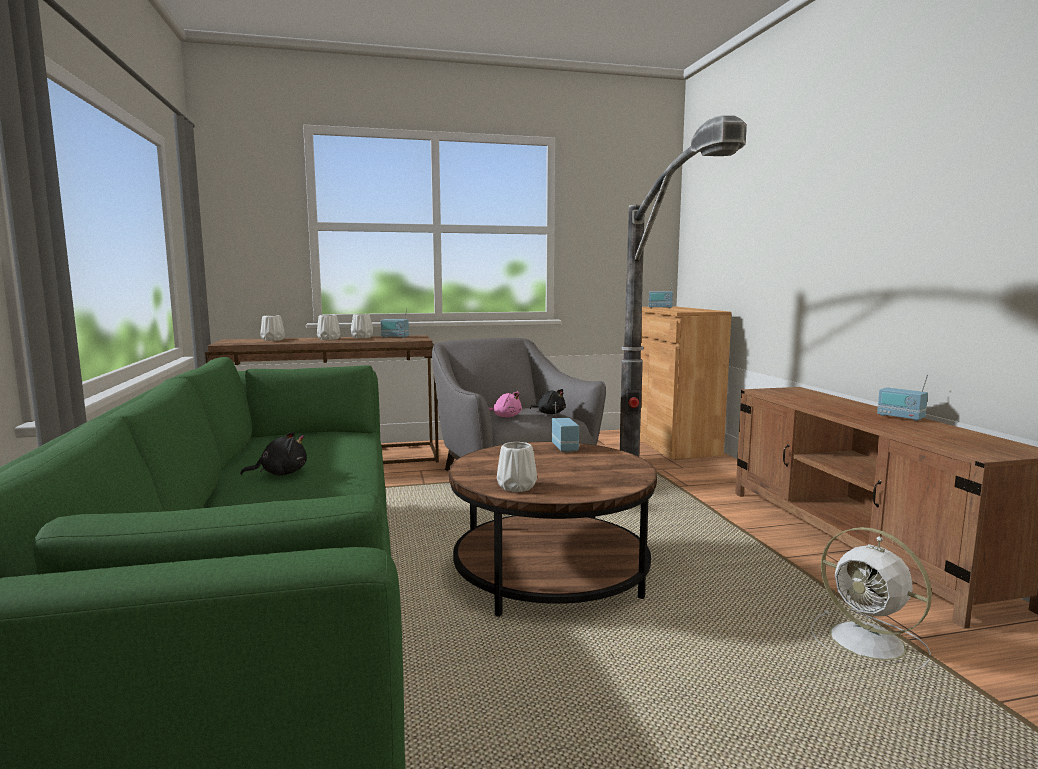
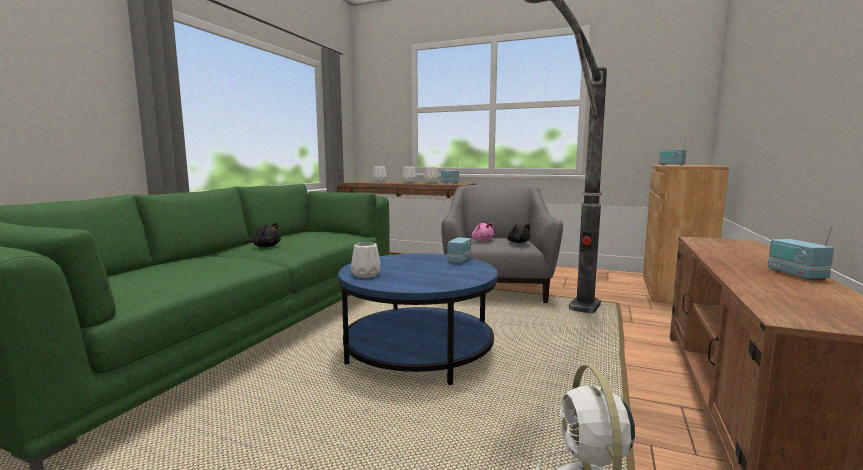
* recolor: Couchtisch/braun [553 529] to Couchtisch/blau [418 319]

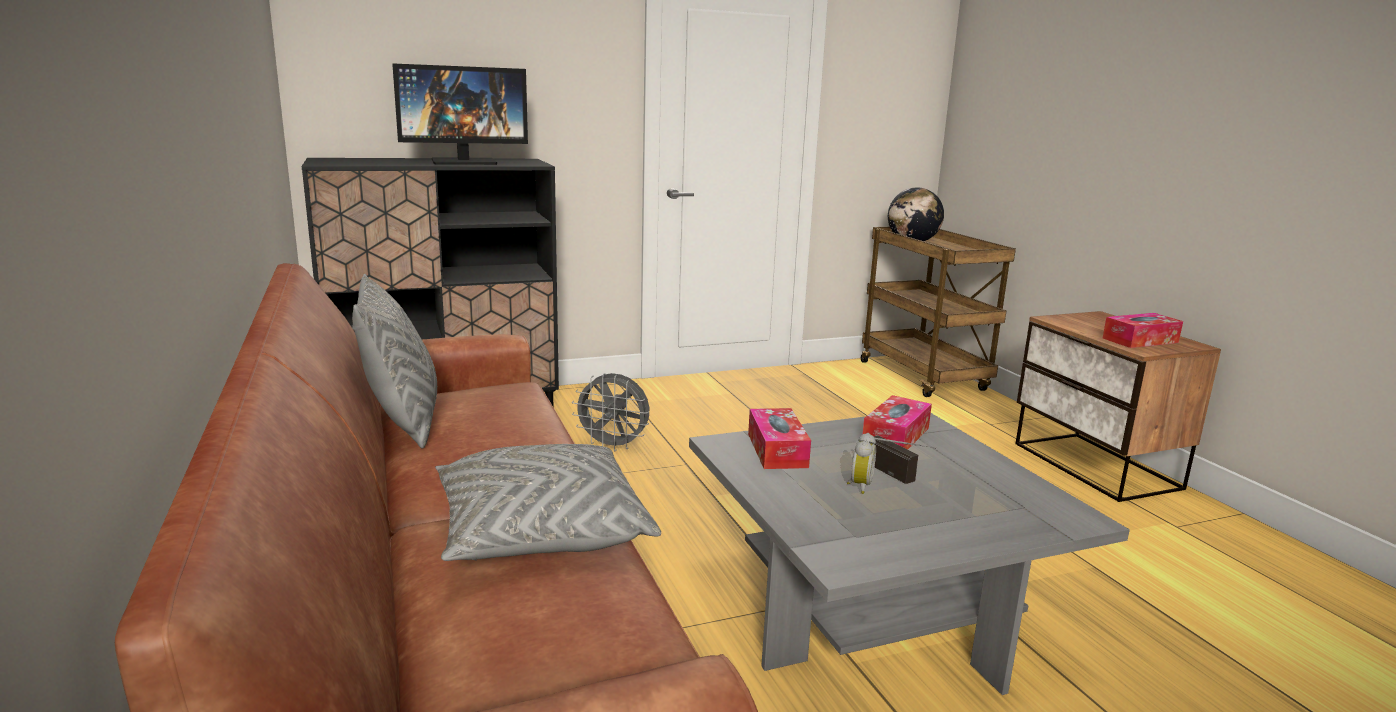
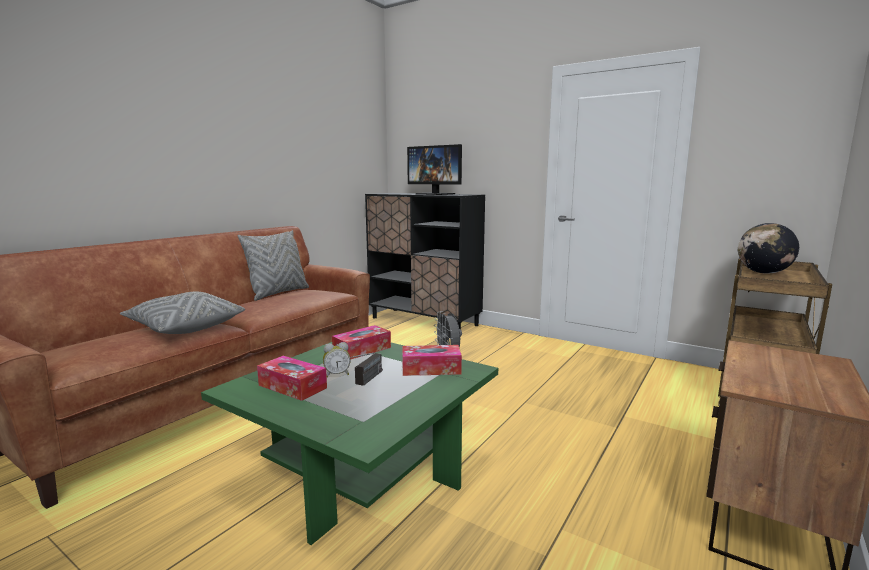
* move: Taschentuchbox [1143 330] to [292 378]
* recolor: Couchtisch/grau [909 554] to Couchtisch/grün [349 443]

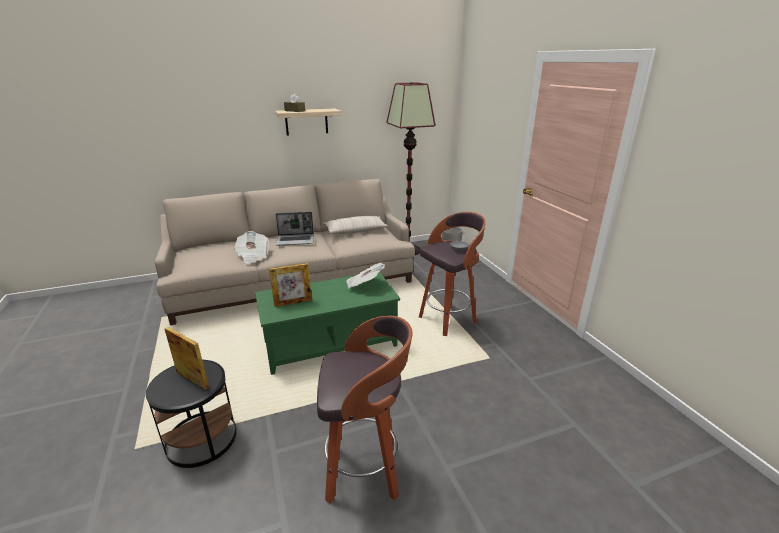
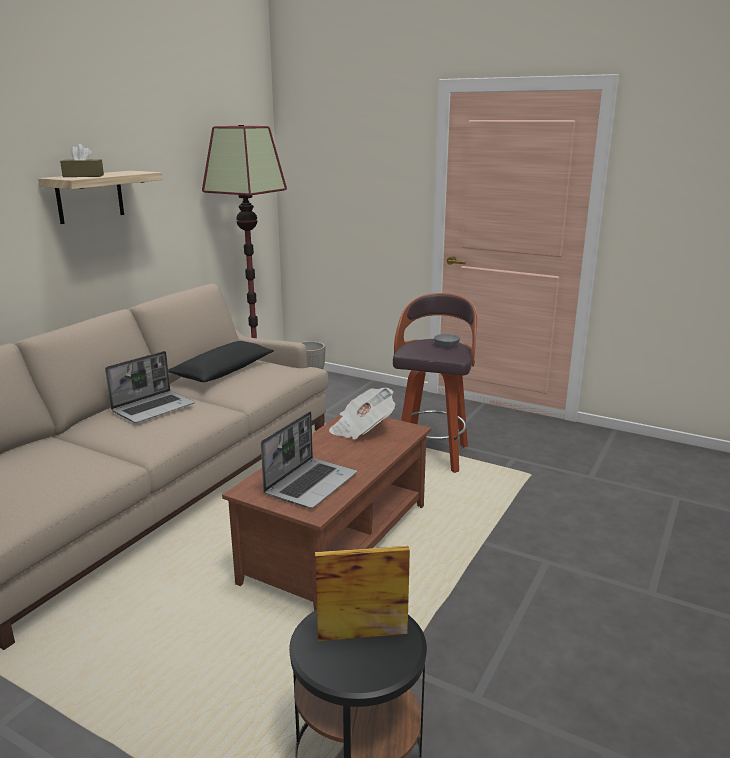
* recolor: Kissen/beige [355 225] to Kissen/schwarz [221 361]
* delete: Zeitung [251 247]
* replace: Bilderrahmen [290 285] to Laptop [309 459]
* recolor: Couchtisch/grün [327 323] to Couchtisch/braun [326 513]
* delete: Hocker [364 410]

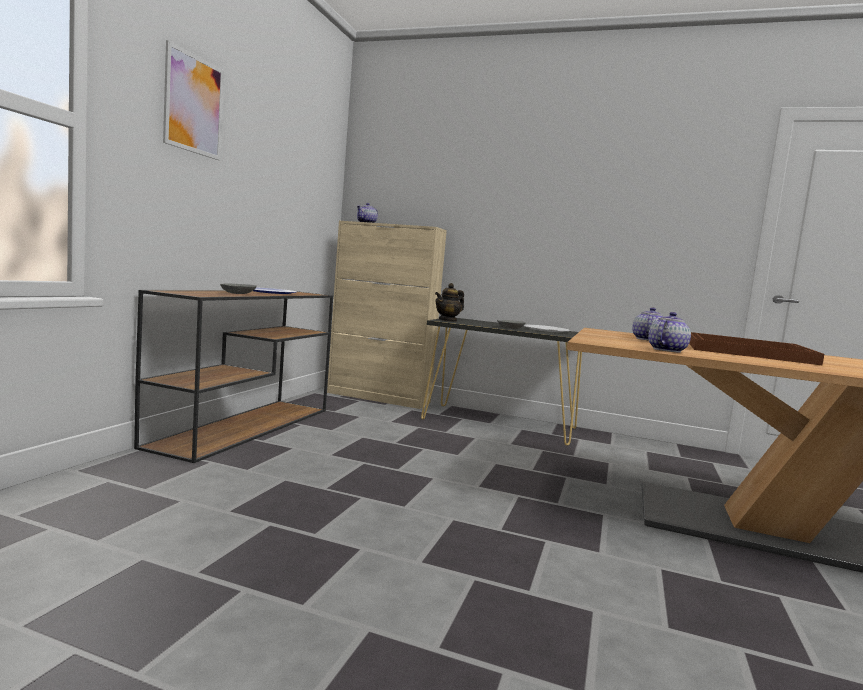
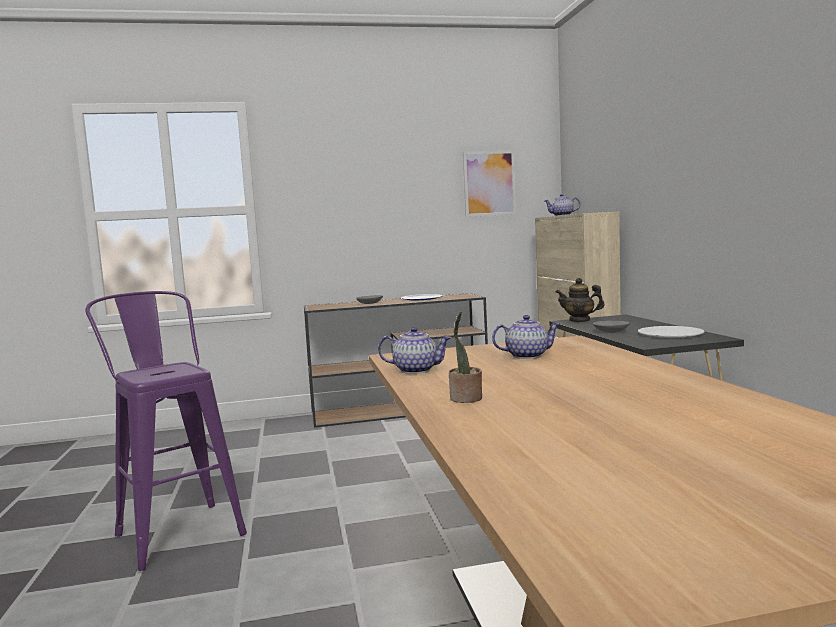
* move: Bild [193 100] to [489 183]
* delete: Tablett/braun [756 348]
* insert: Hocker/lila [166 431]
* insert: Topfpflanze [465 357]

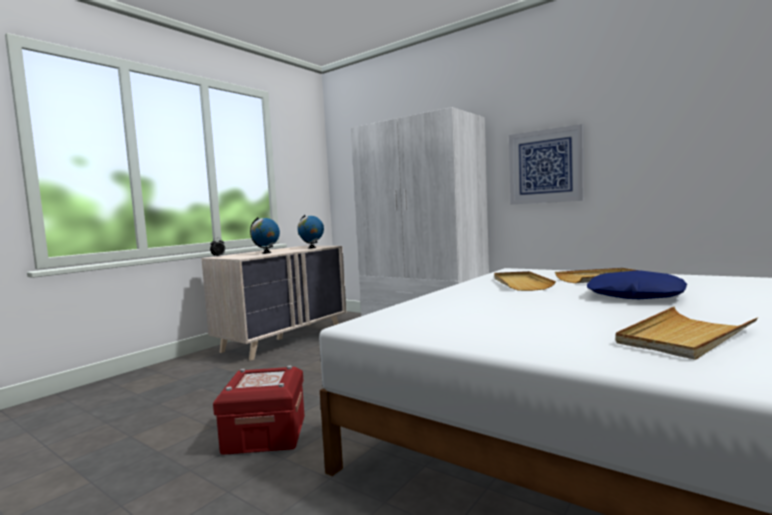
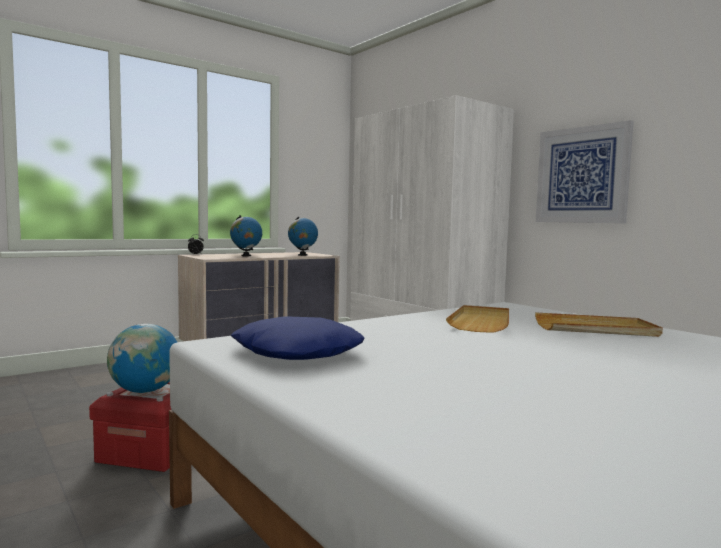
* move: Kissen/blau [637 284] to [297 338]
* delete: Tablett/beige [687 333]
* insert: Globus [142 358]

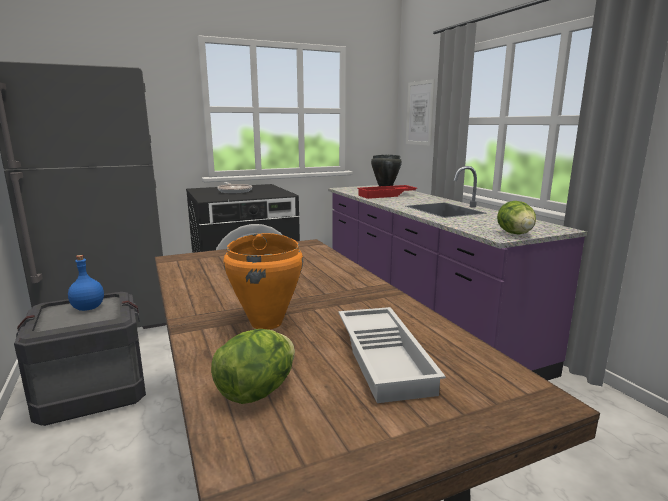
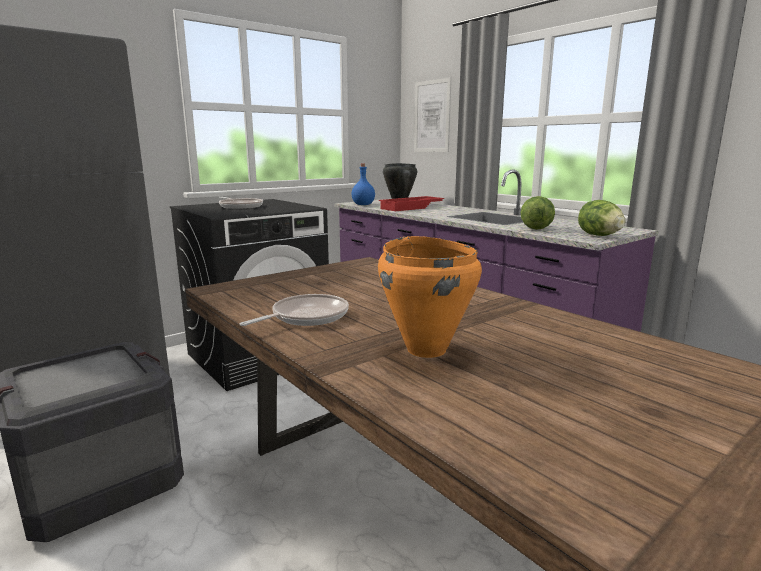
* move: Flasche/blau [86 283] to [363 184]
* delete: Tablett/weiß [392 355]
* move: Salatkopf [253 366] to [538 213]
* insert: Pfanne [294 310]

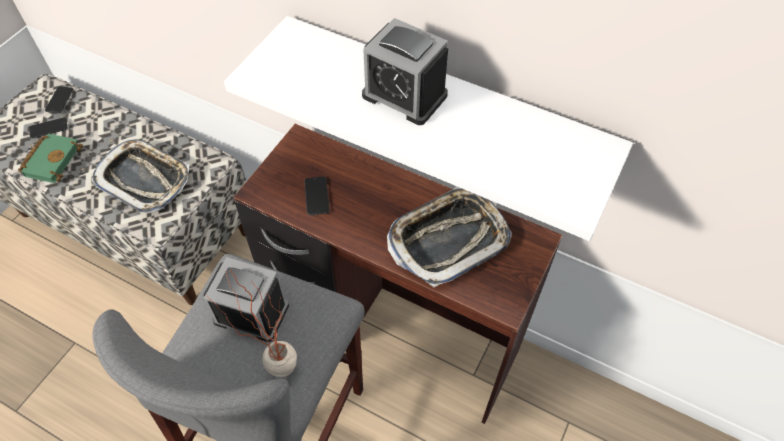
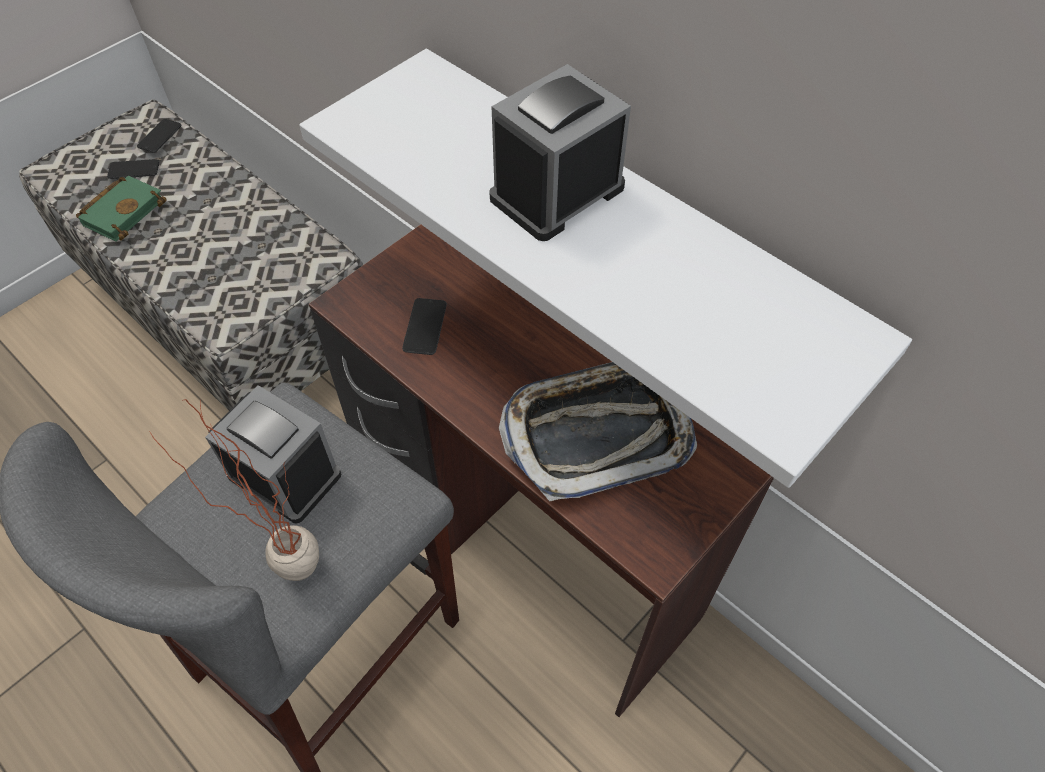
* rotate: Wecker [405 71] = [560 152] 90 degrees clockwise
* delete: Tablett [140 176]

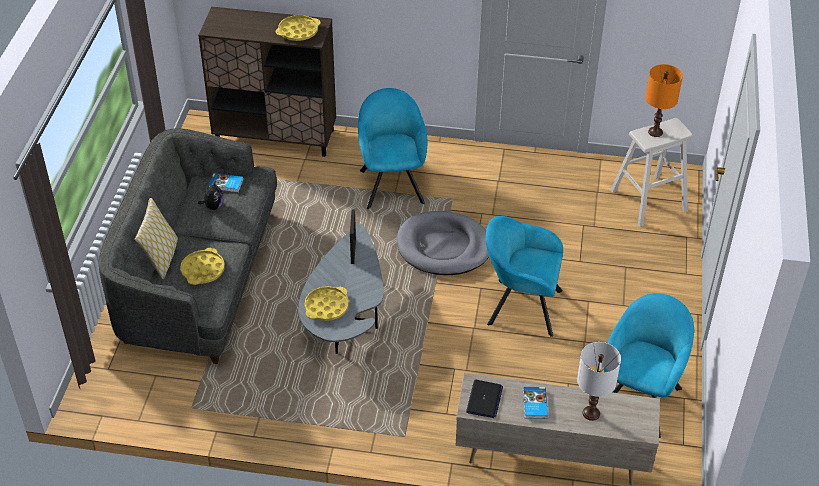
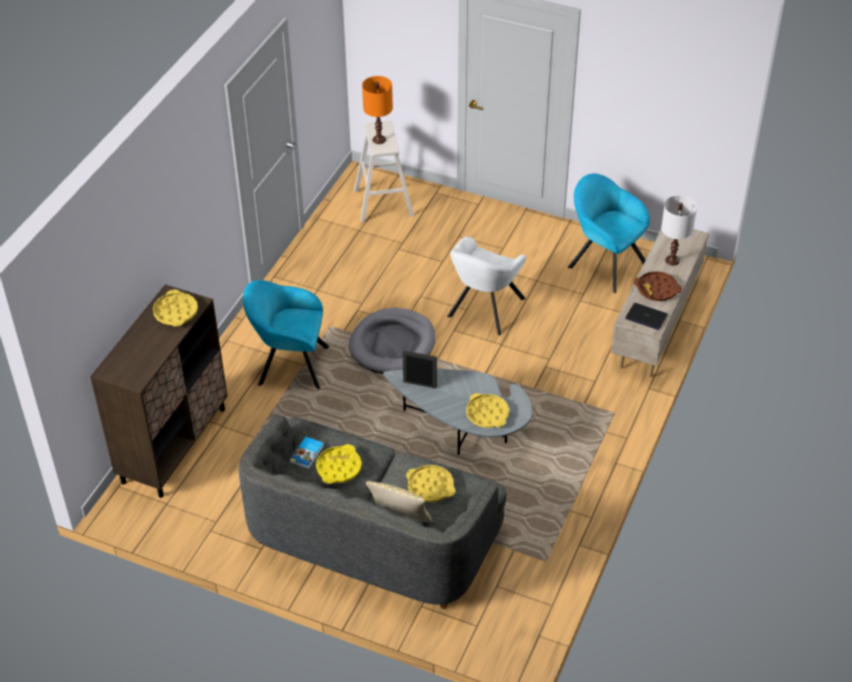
* replace: Plüschtier [211 196] to Tablett/gelb [339 464]
* recolor: Sessel/türkis [524 276] to Sessel/weiß [486 285]
* replace: Buch [535 403] to Tablett/braun [658 286]

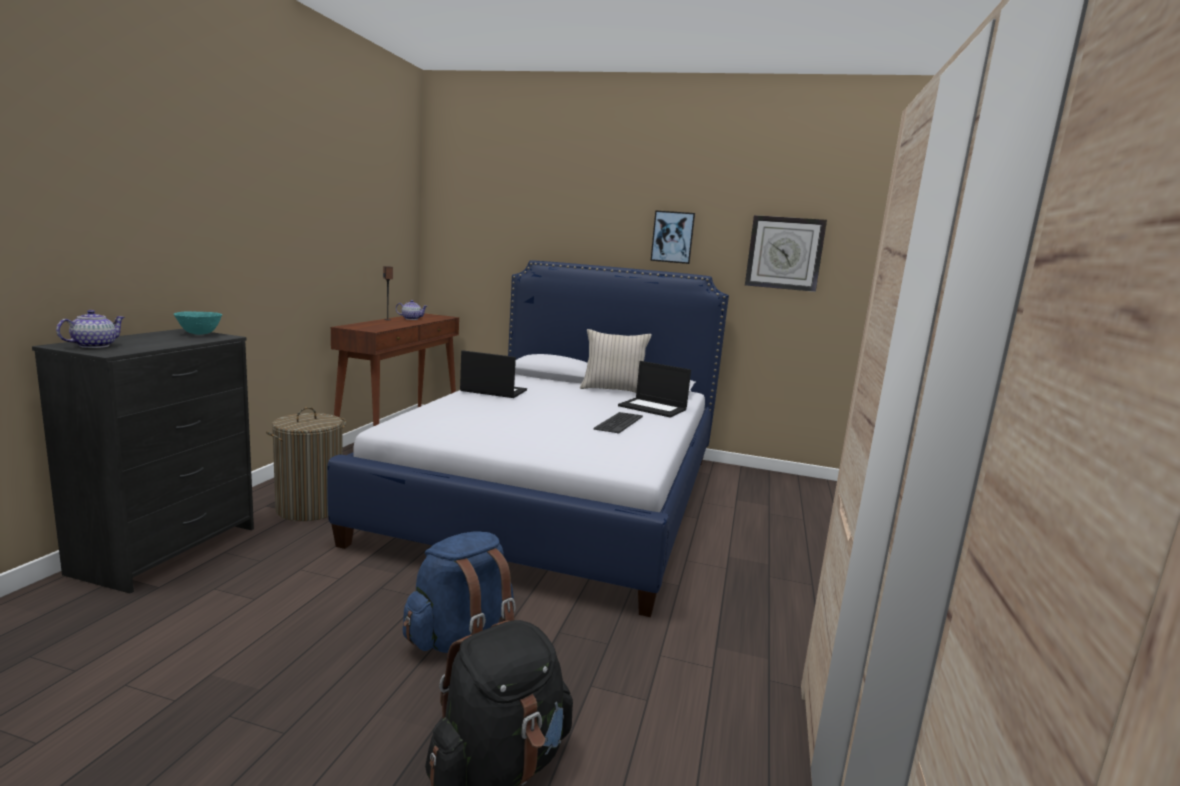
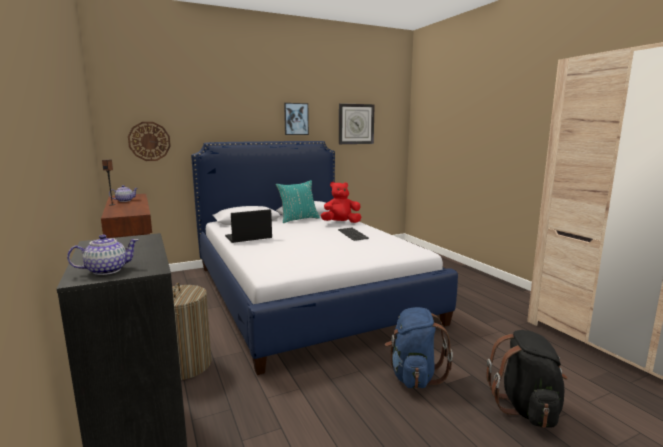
* rotate: Teekanne [90 329] = [103 254] 75 degrees clockwise
* delete: Schüssel/türkis [198 323]
* recolor: Kissen/beige [616 361] to Kissen/türkis [298 201]
* replace: Laptop [654 389] to Plüschtier/rot [341 202]
* insert: Wanduhr [149 141]

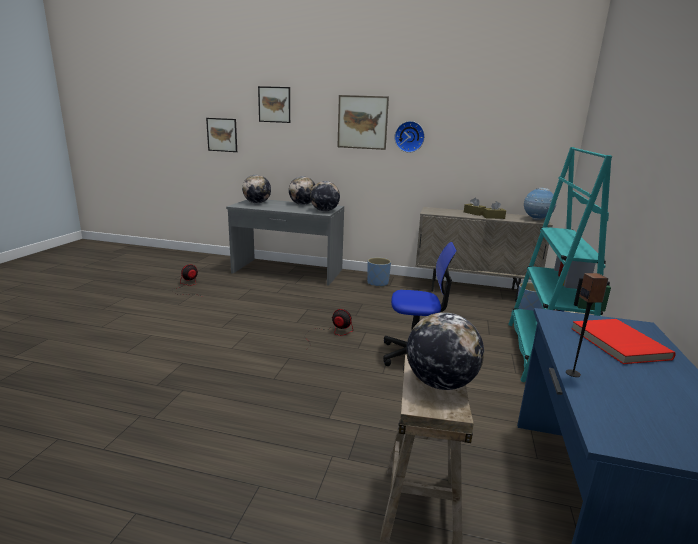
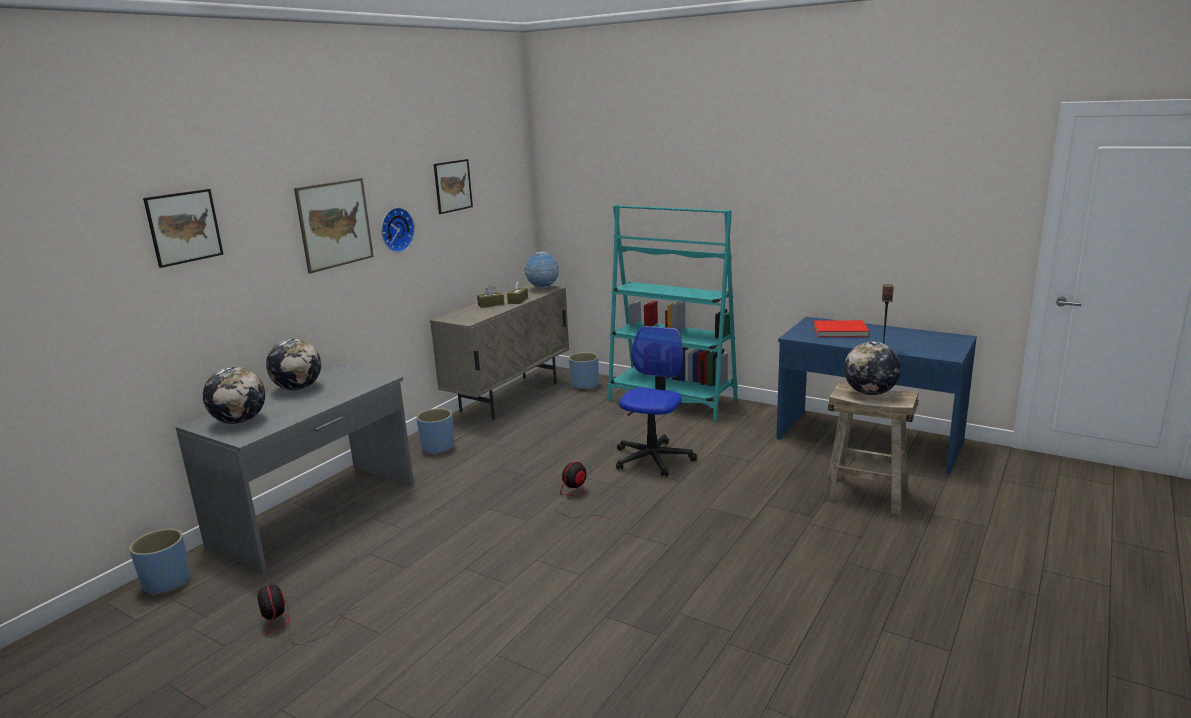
* move: Bild [221 135] to [453 186]
* delete: Globus [325 196]
* insert: Pflanzkübel/blau [159 562]

